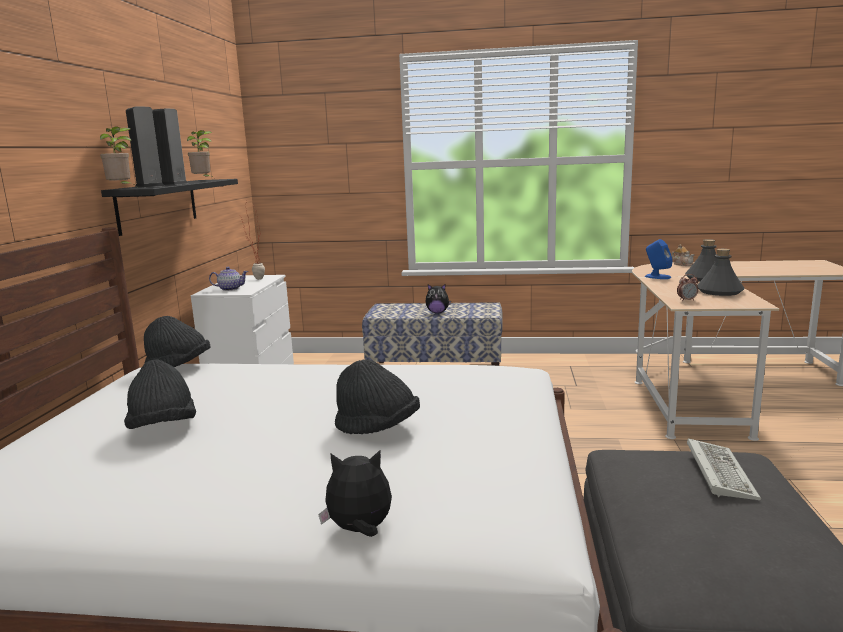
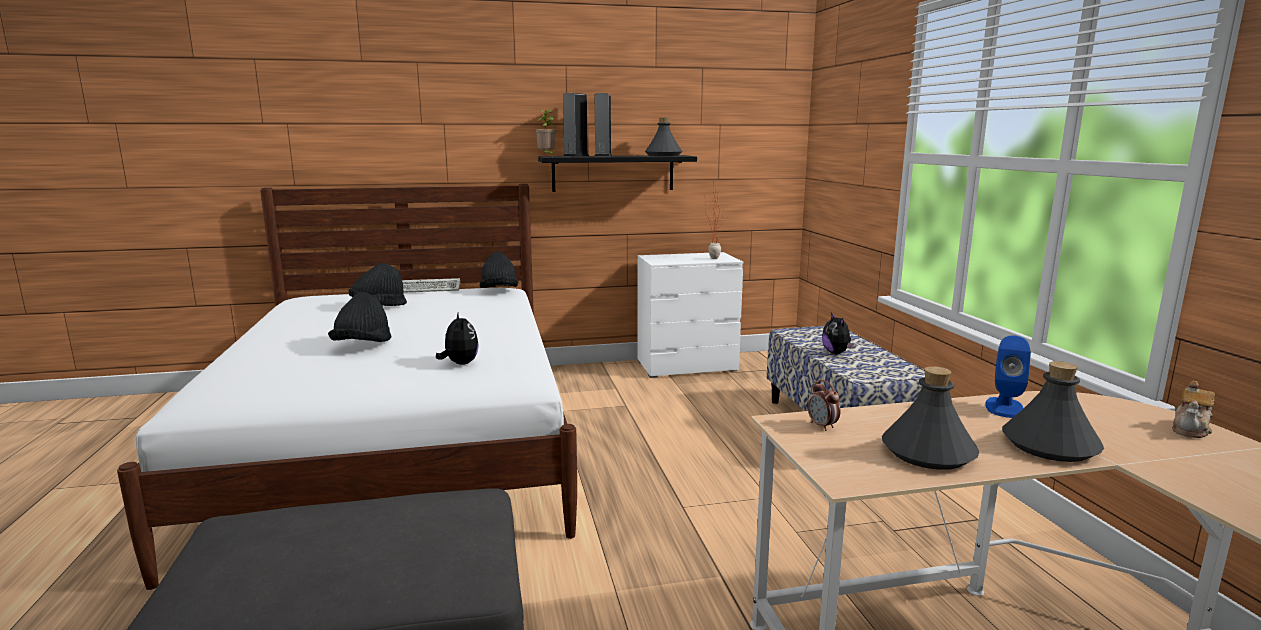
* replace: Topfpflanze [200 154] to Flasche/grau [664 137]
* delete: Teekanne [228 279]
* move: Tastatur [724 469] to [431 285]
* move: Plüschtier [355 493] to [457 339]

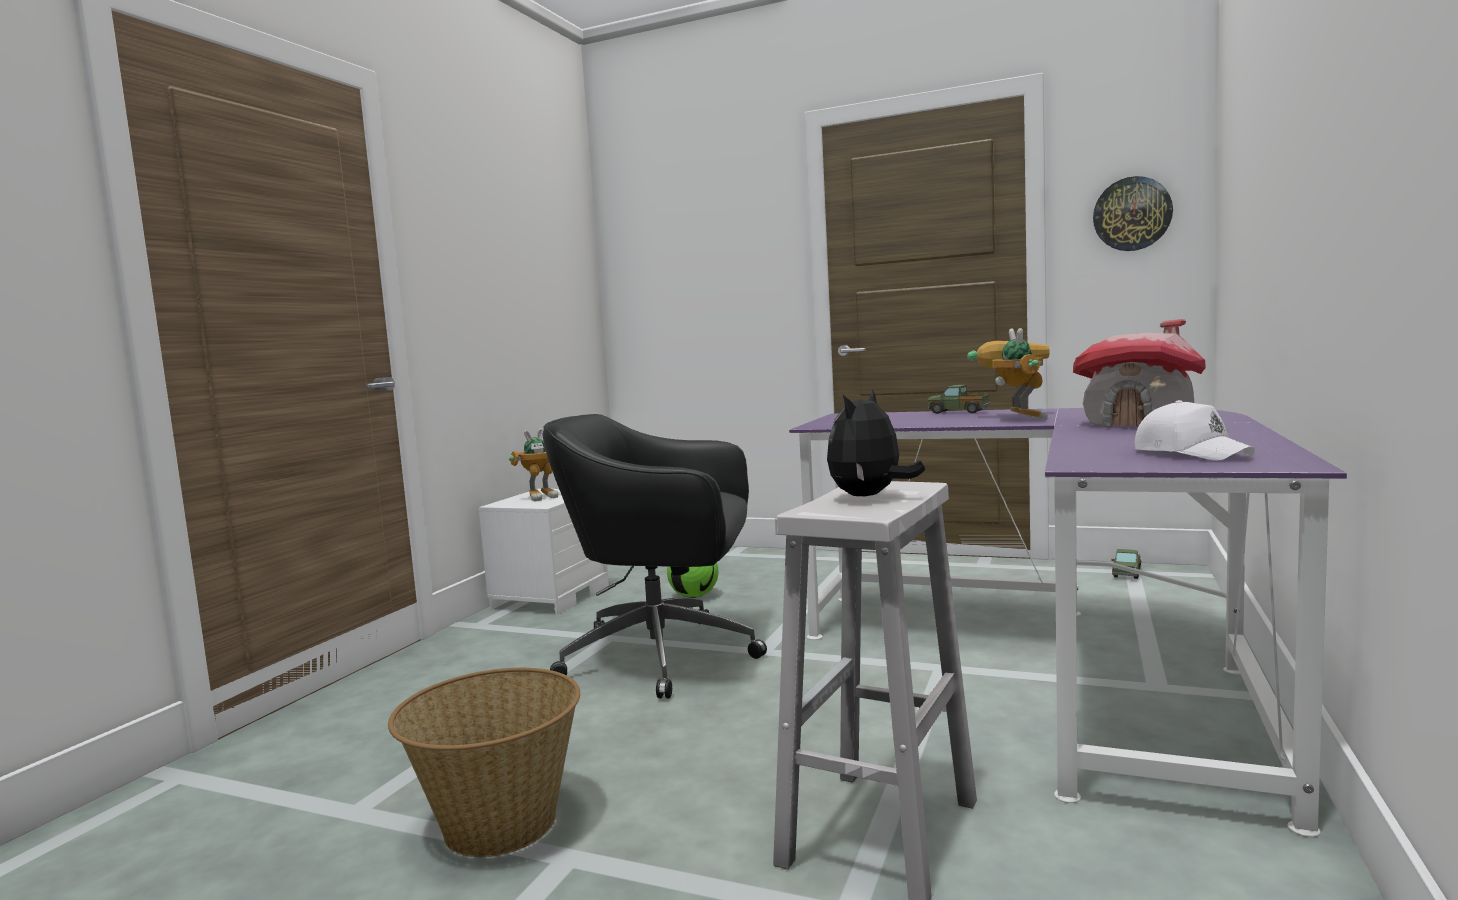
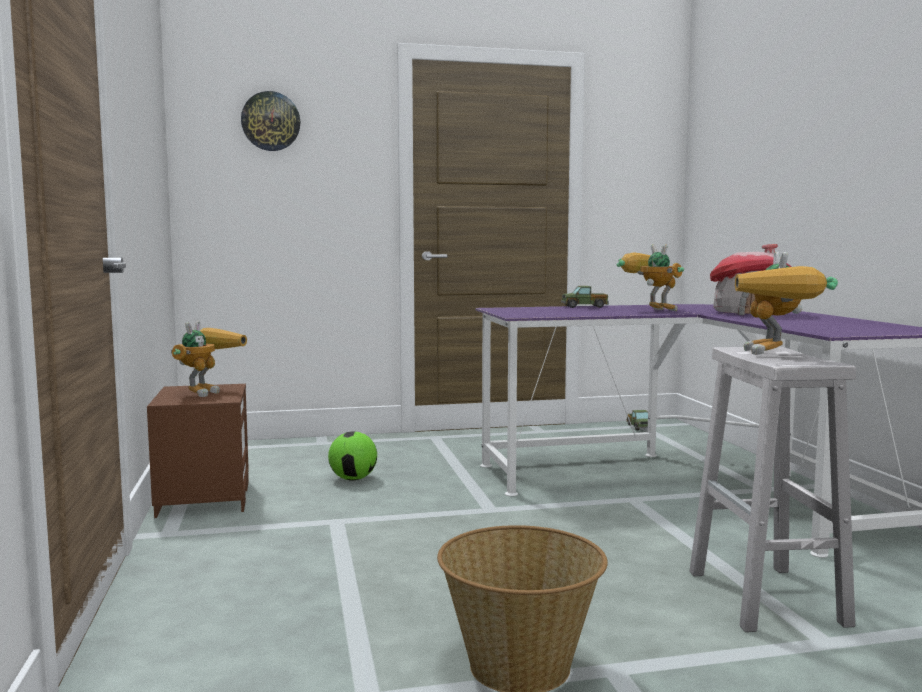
* move: Wanduhr [1133 213] to [270 121]
* replace: Plüschtier [876 442] to Spielzeugroboter [786 303]
* delete: Kappe/weiß [1195 430]
* delete: Bürostuhl/schwarz [654 556]
* recolor: Nachttisch/weiß [544 552] to Nachttisch/braun [198 451]

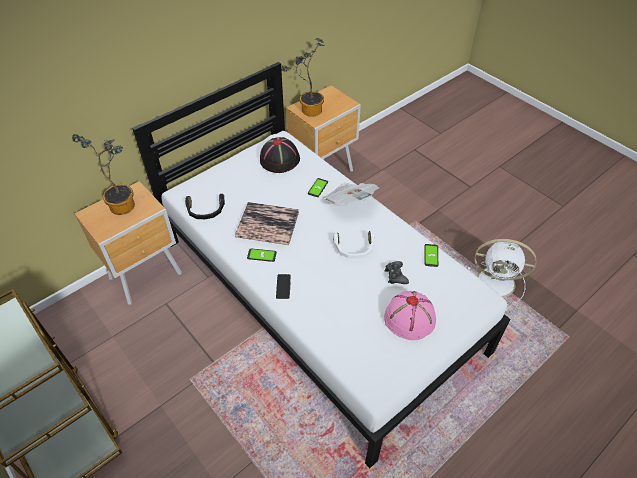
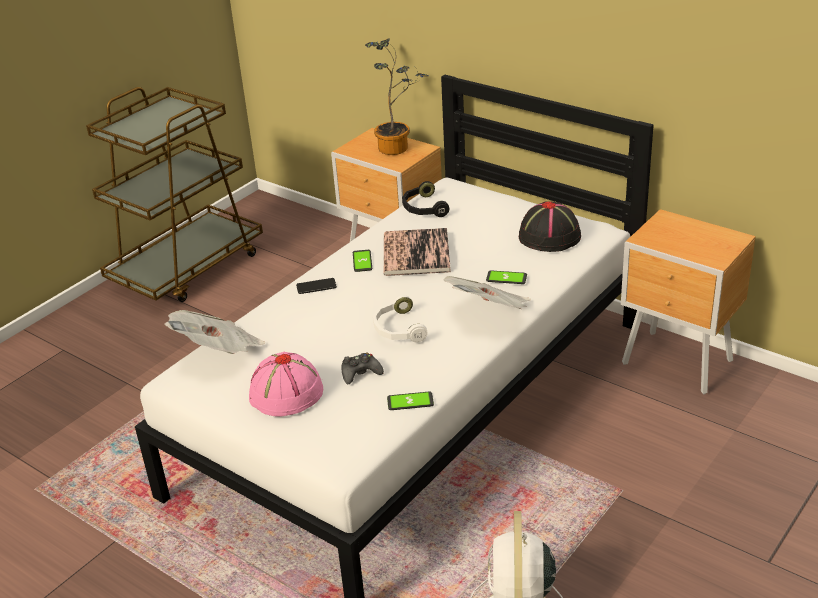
* delete: Topfpflanze [303 77]
* insert: Zeitung [214 332]

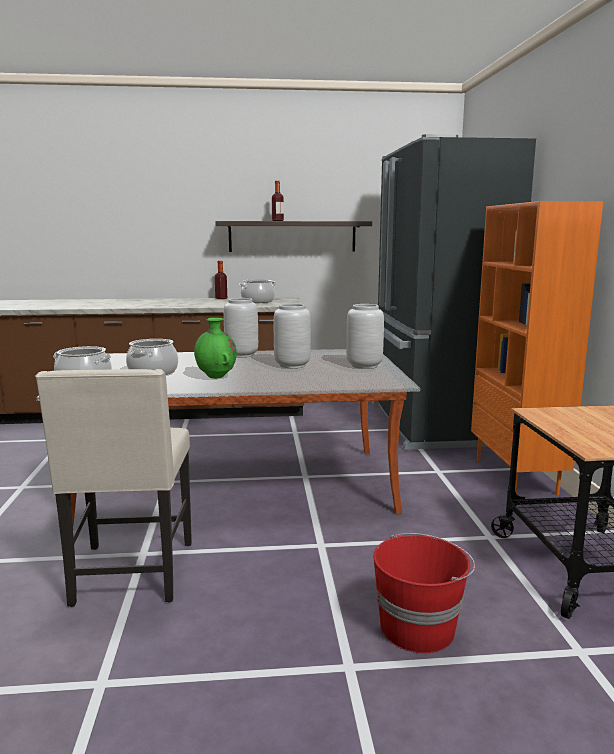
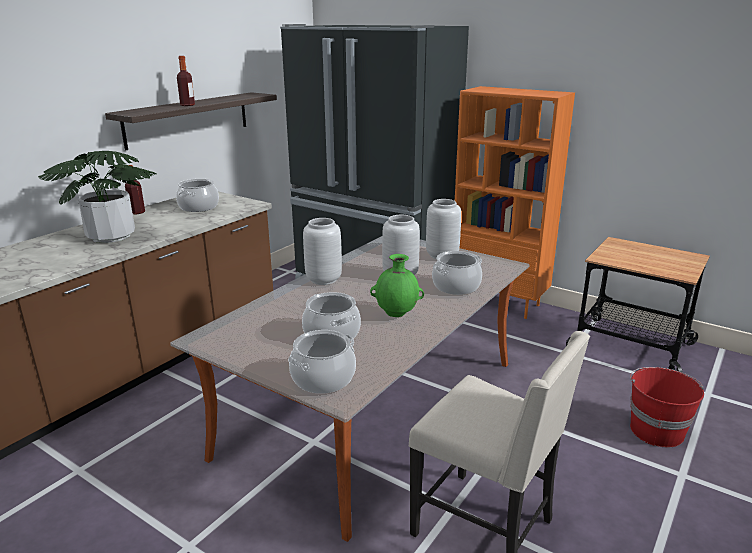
* insert: Topfpflanze [97 197]
* insert: Kochtopf [457 273]

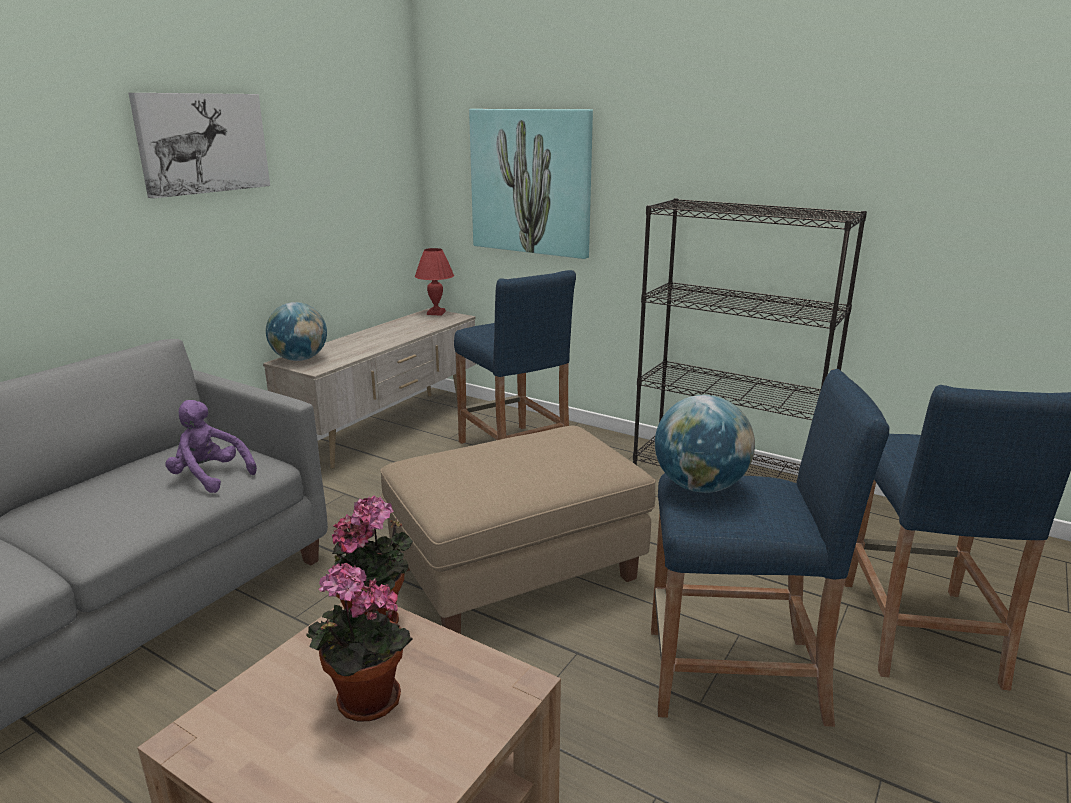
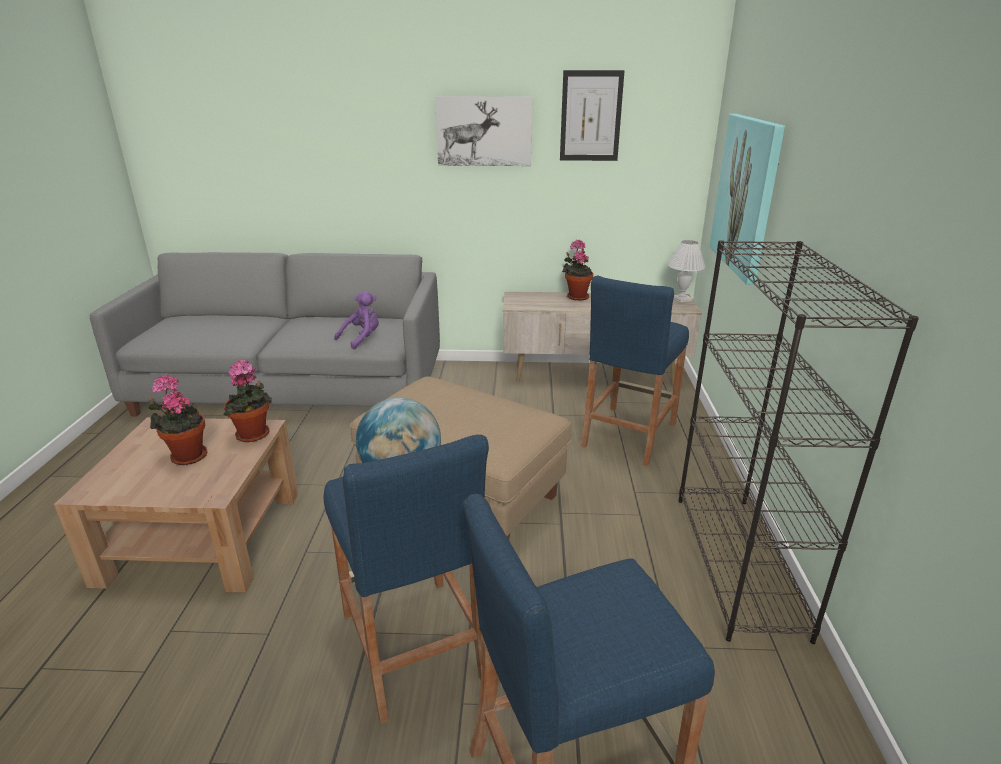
* recolor: Tischlampe/rot [434 282] to Tischlampe/weiß [686 271]
* delete: Globus [296 331]
* rotate: Plüschtier/lila [211 446] = [356 320] 45 degrees clockwise
* insert: Bild [592 115]
* insert: Topfpflanze [577 270]

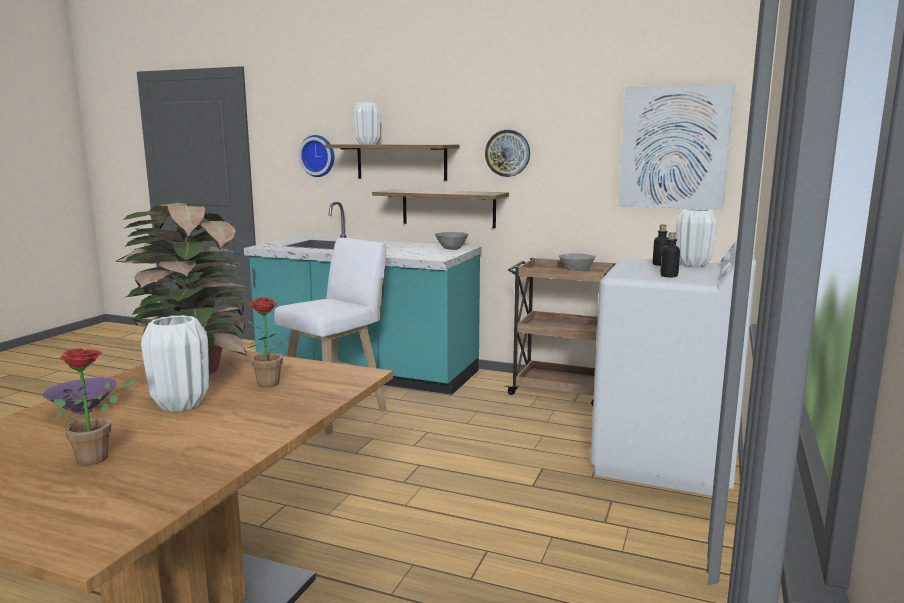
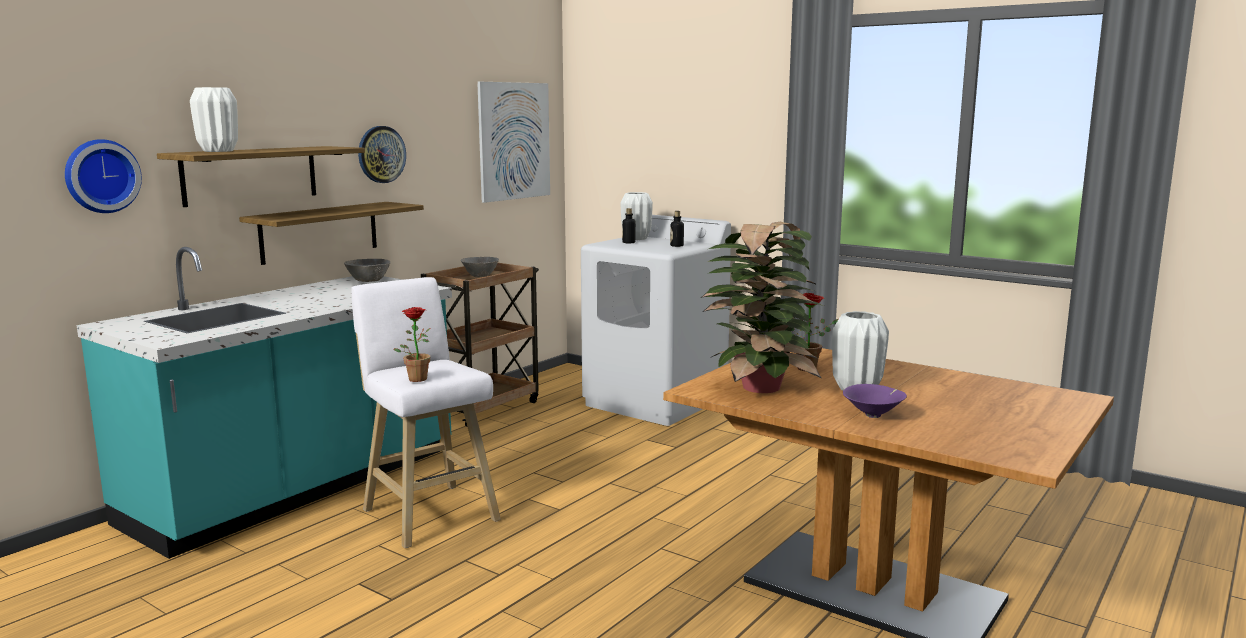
* move: Topfpflanze [95 407] to [412 344]

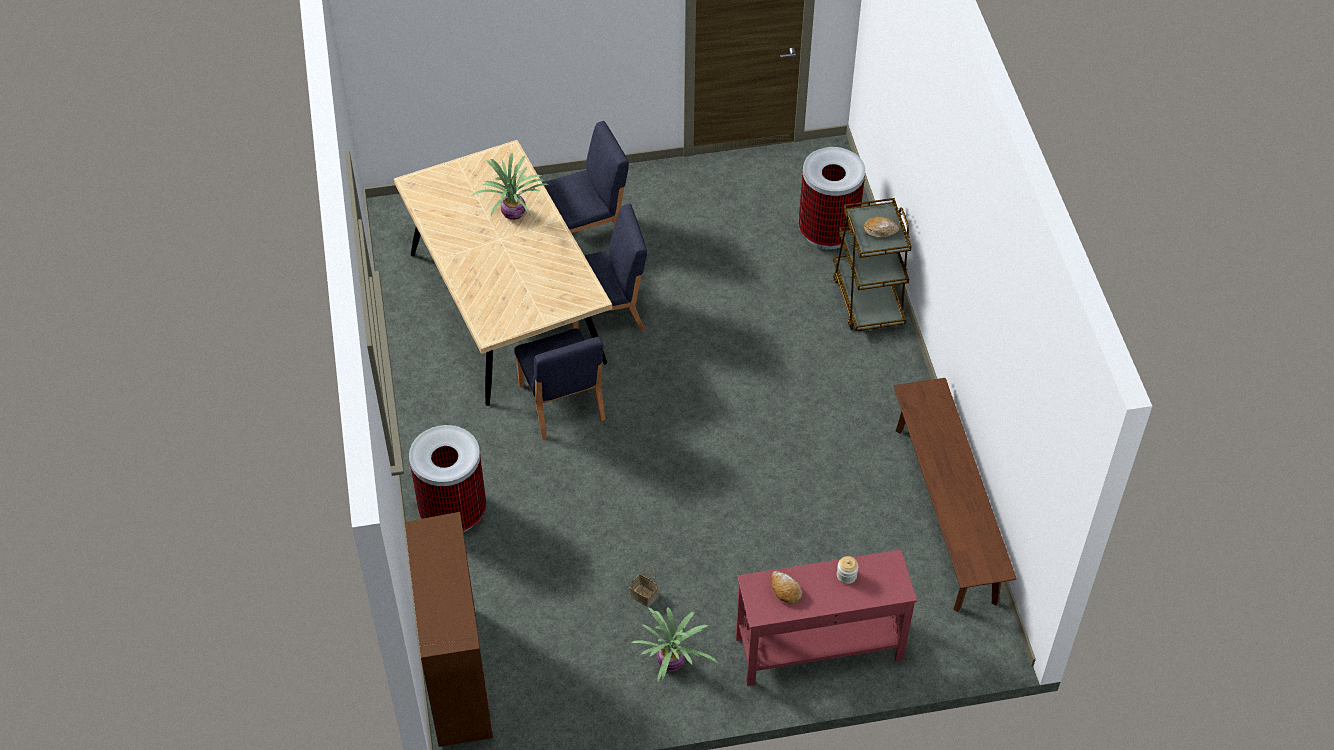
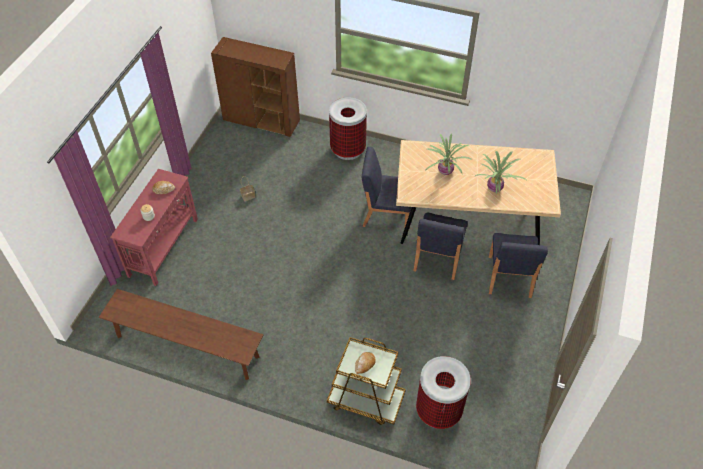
* move: Topfpflanze [675 645] to [448 154]

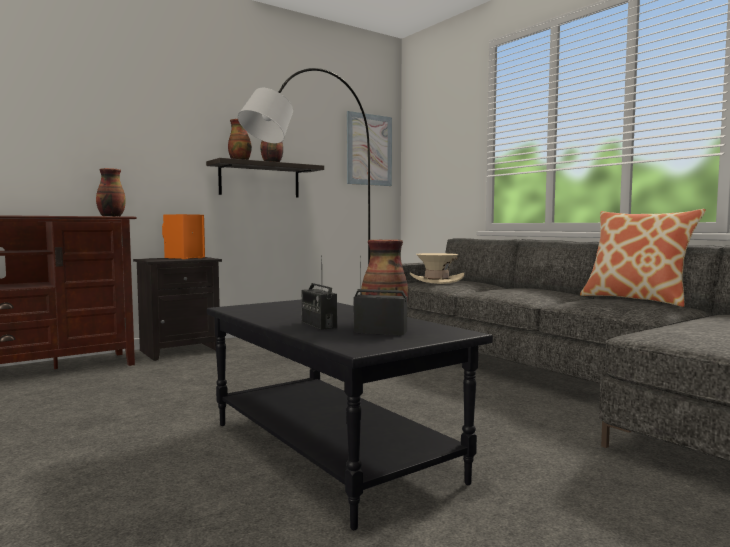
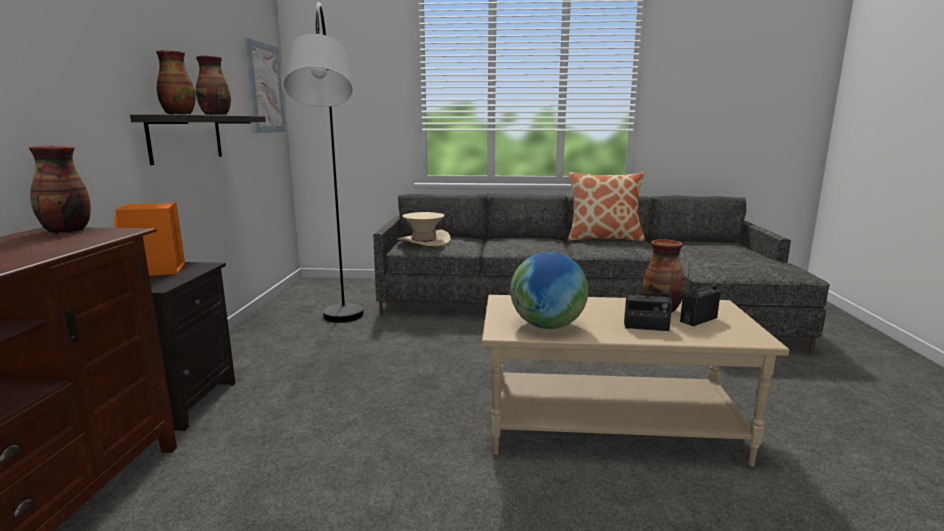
* recolor: Couchtisch/schwarz [350 414] to Couchtisch/beige [635 380]
* insert: Globus [549 290]

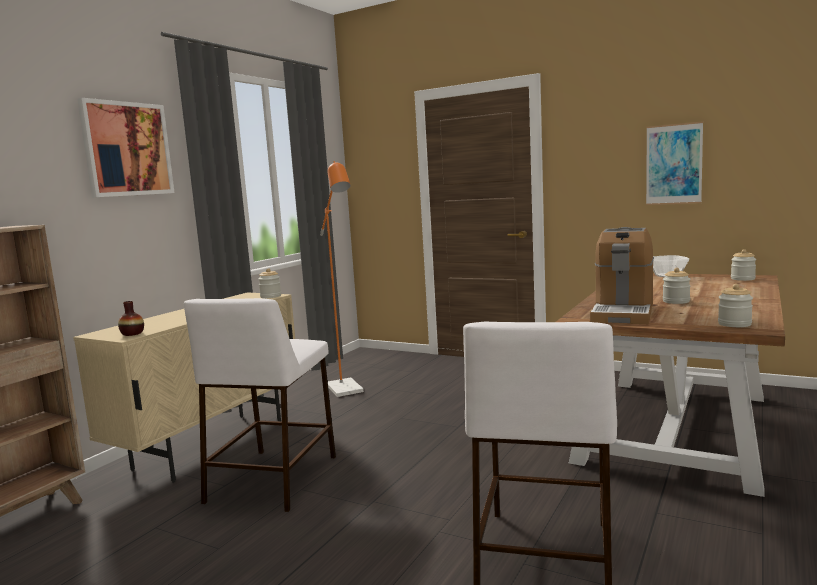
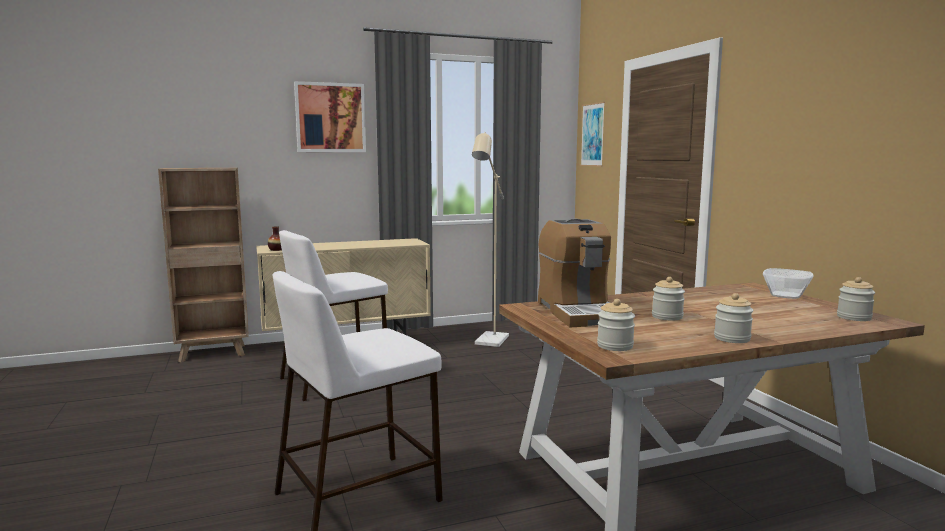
* move: Bild [674 163] to [592 134]
* recolor: Stehlampe/orange [342 279] to Stehlampe/beige [490 239]
* rotate: Kaffeemaschine [622 275] = [574 272] 75 degrees counterclockwise
* move: Vorratsglas [269 283] to [733 318]

